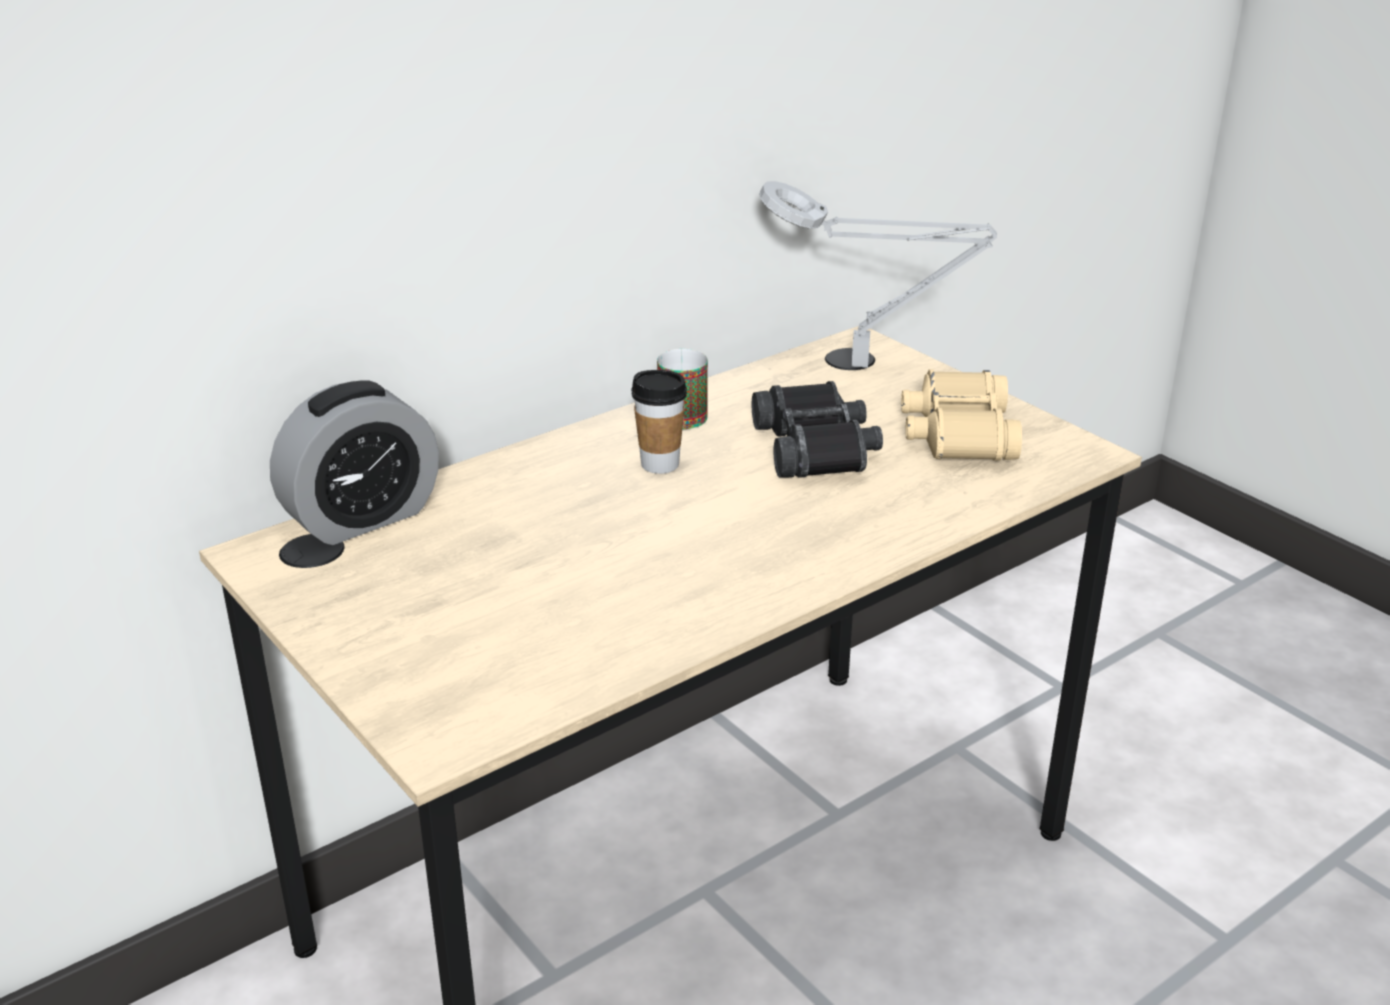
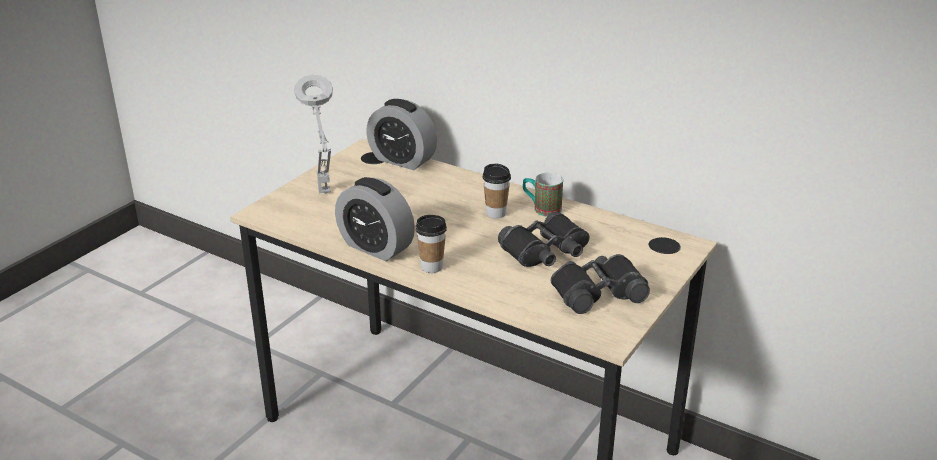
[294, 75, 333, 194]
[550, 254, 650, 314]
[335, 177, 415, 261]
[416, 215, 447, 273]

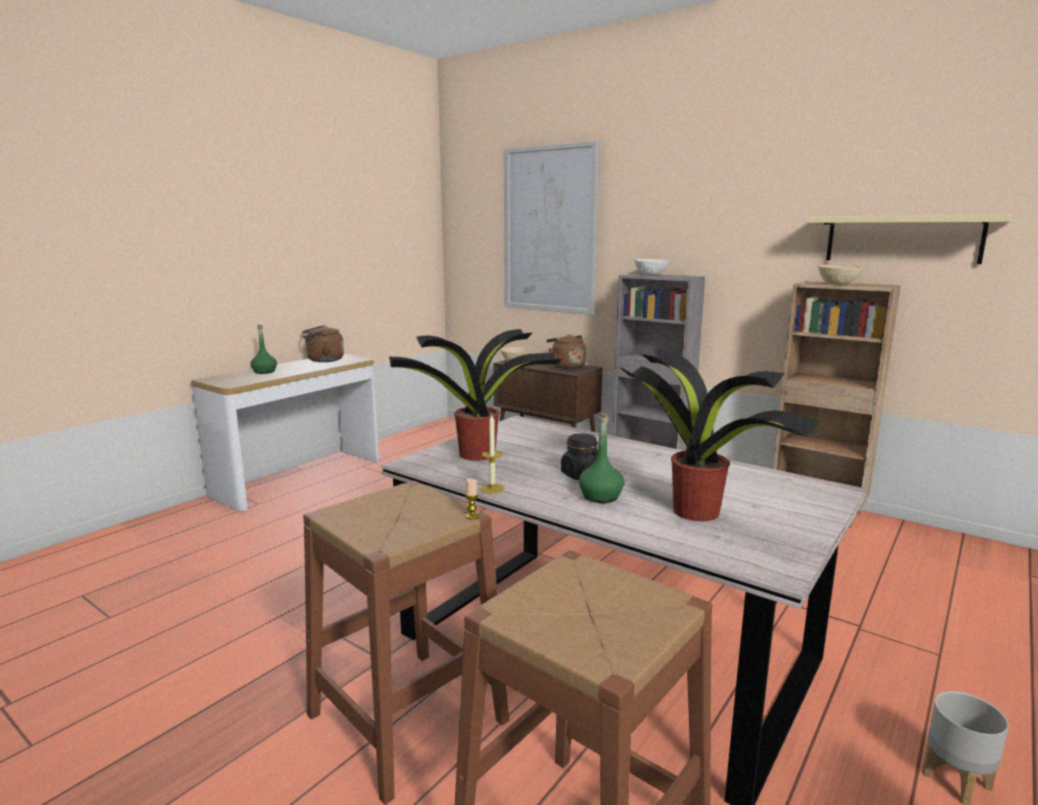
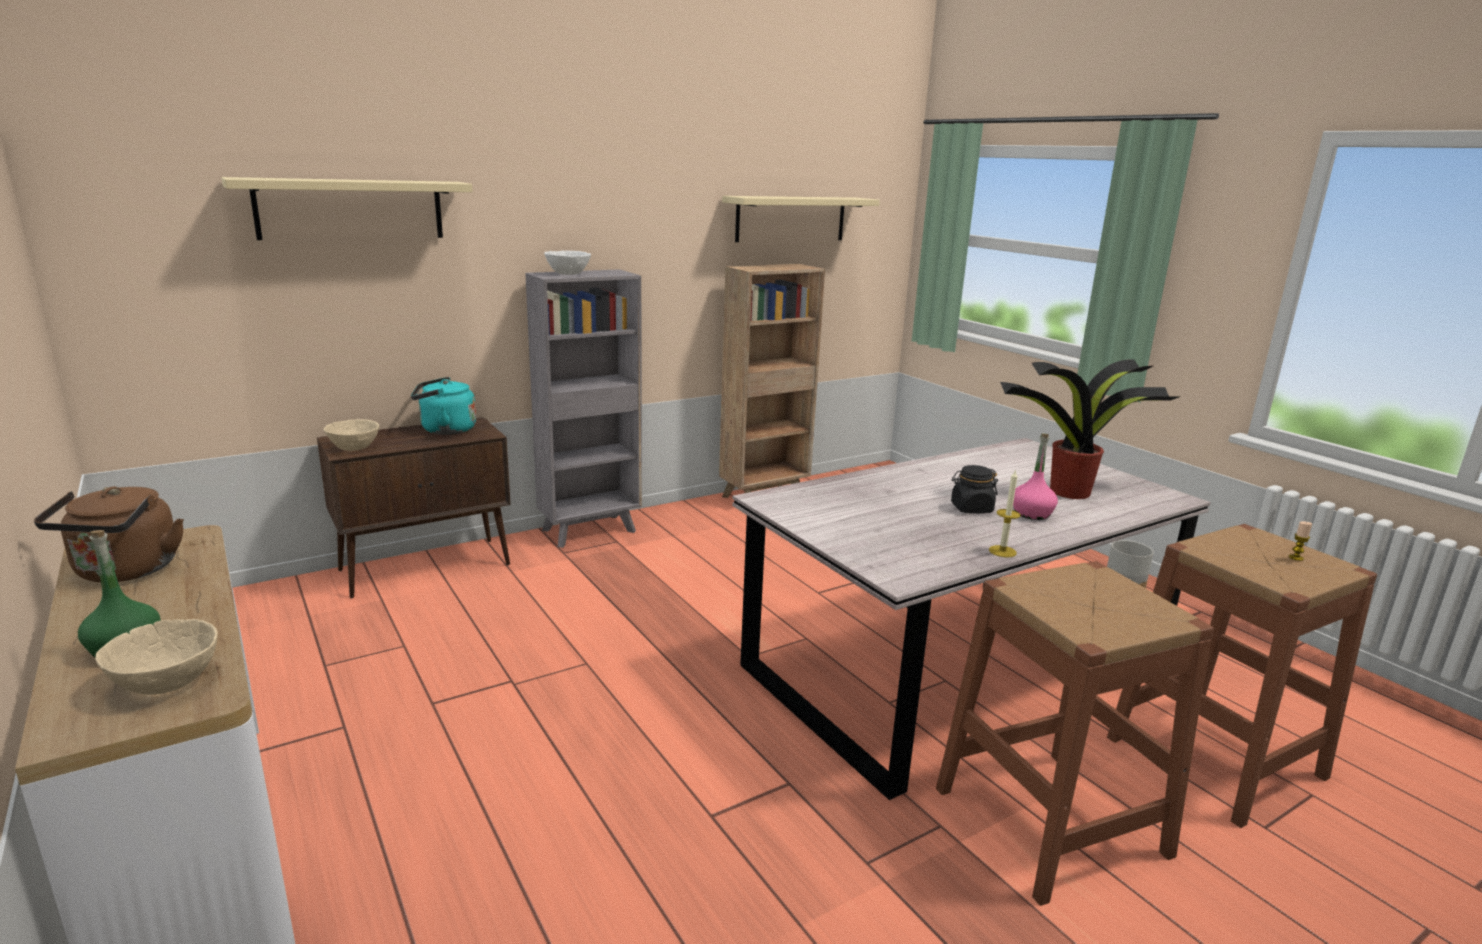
[222, 177, 473, 240]
[95, 619, 217, 695]
[389, 329, 562, 461] (first image)
[411, 377, 476, 435]
[1013, 433, 1058, 520]
[1289, 521, 1312, 561]

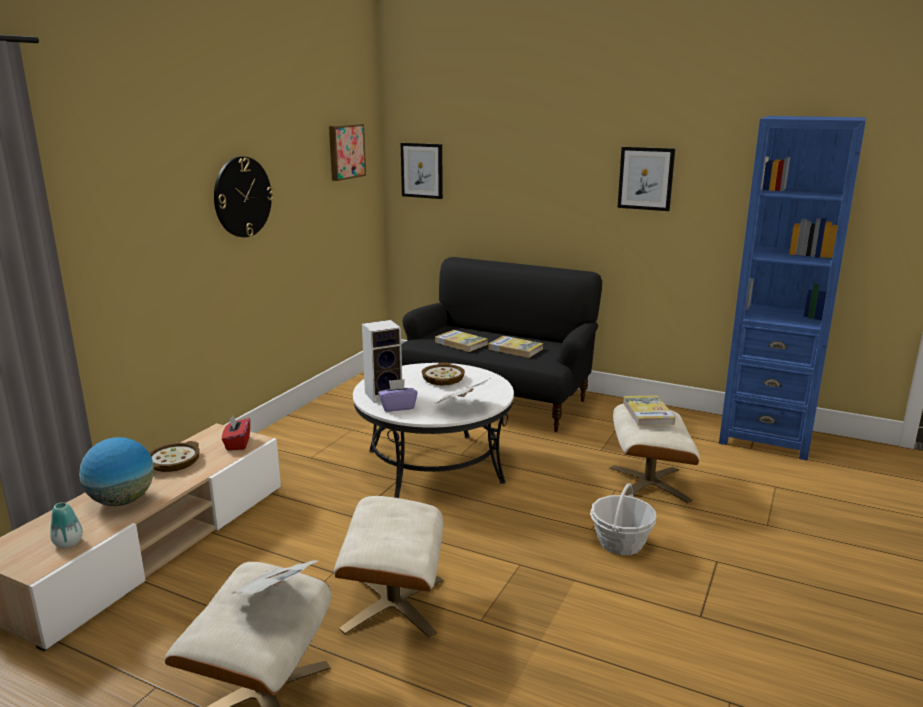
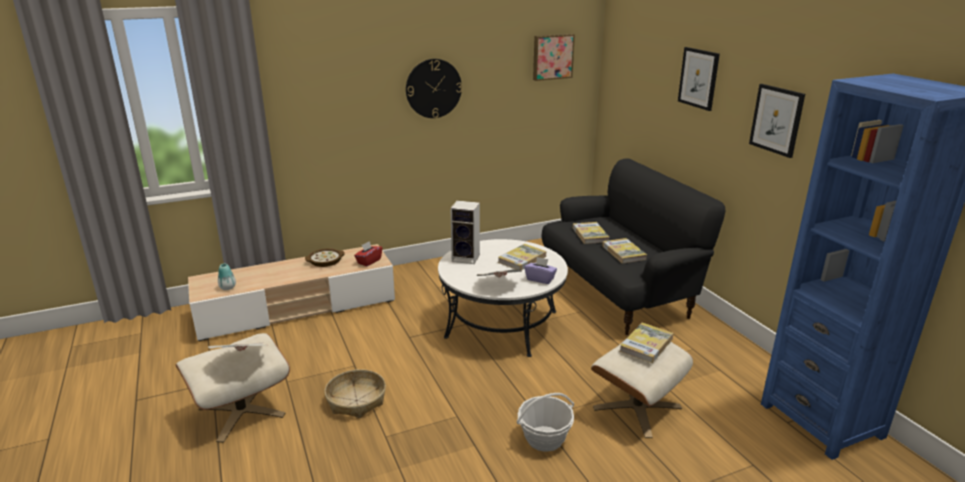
[678, 47, 720, 111]
[498, 244, 546, 270]
[524, 257, 557, 284]
[79, 437, 154, 506] (first image)
[325, 369, 386, 418]

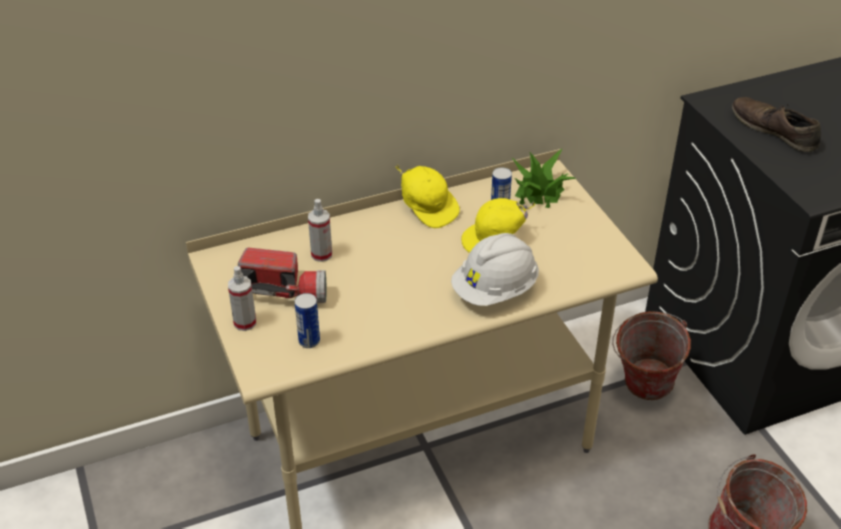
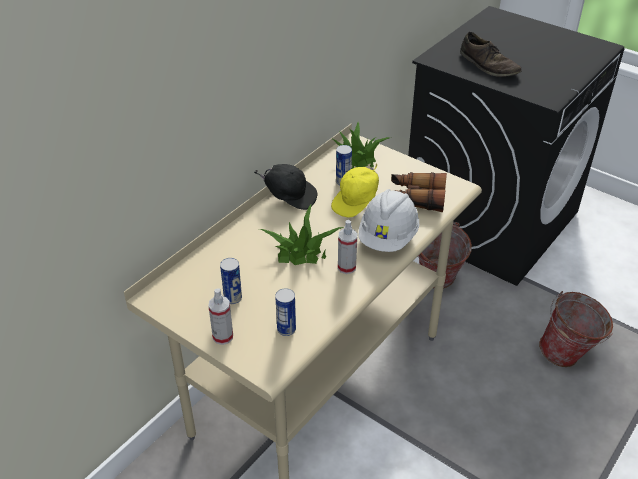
[460, 32, 522, 77]
[254, 164, 317, 210]
[338, 220, 357, 274]
[220, 258, 242, 304]
[391, 172, 447, 212]
[259, 203, 344, 265]

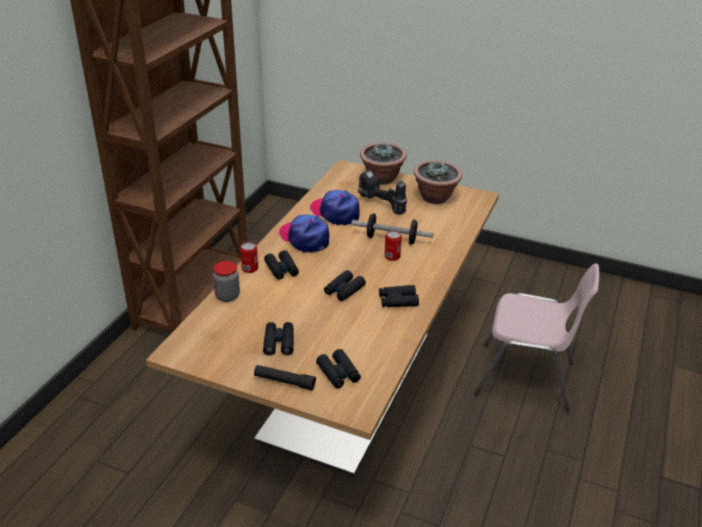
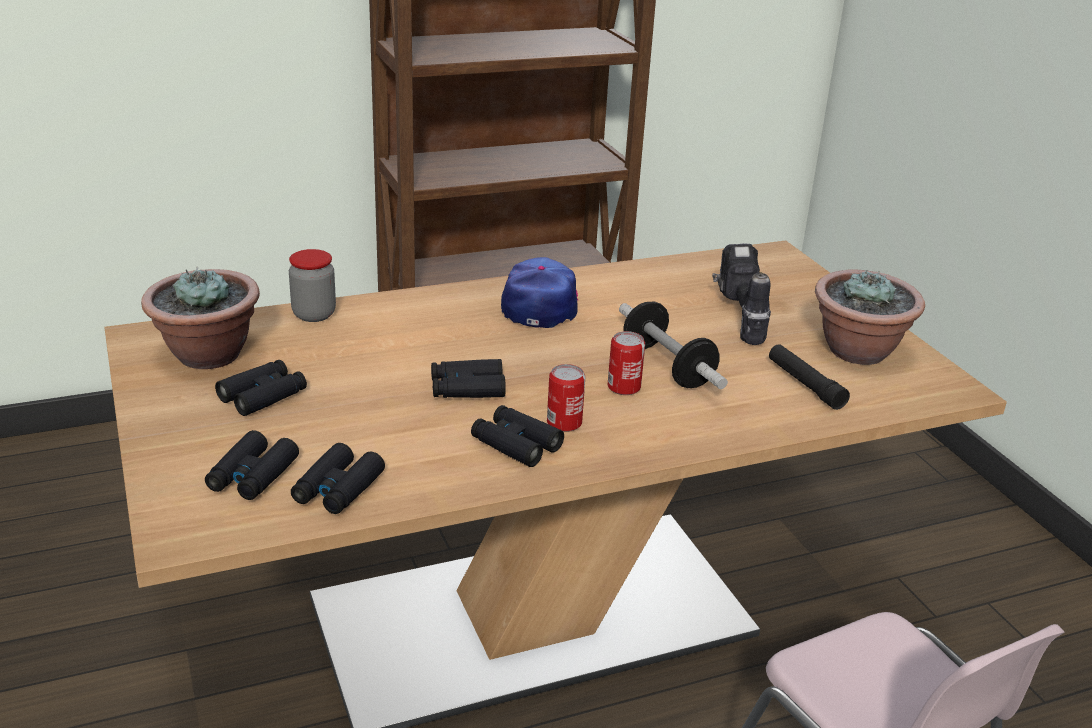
[141, 266, 260, 369]
[310, 190, 360, 225] (first image)
[547, 364, 585, 432]
[291, 443, 385, 514]
[769, 344, 850, 410]

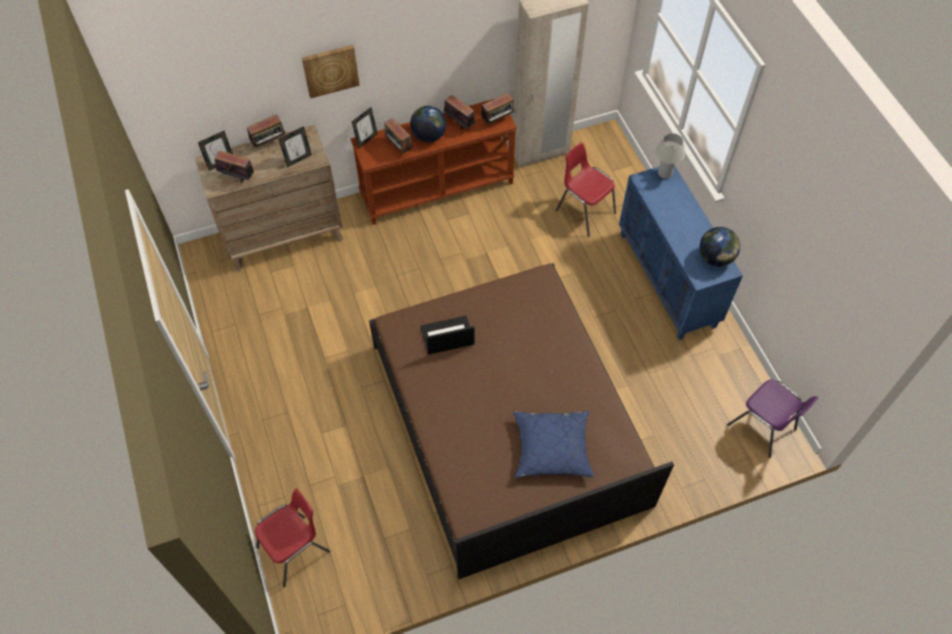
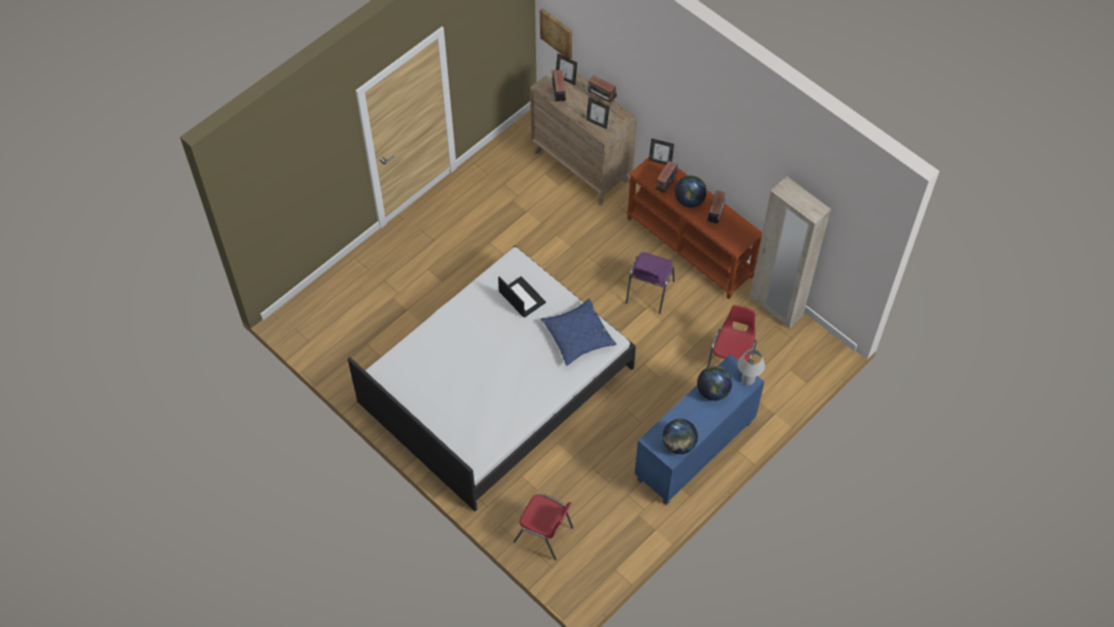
[540, 8, 572, 59]
[481, 93, 514, 124] (first image)
[348, 246, 636, 511]
[626, 252, 675, 314]
[541, 298, 616, 366]
[514, 494, 573, 560]
[697, 366, 732, 401]

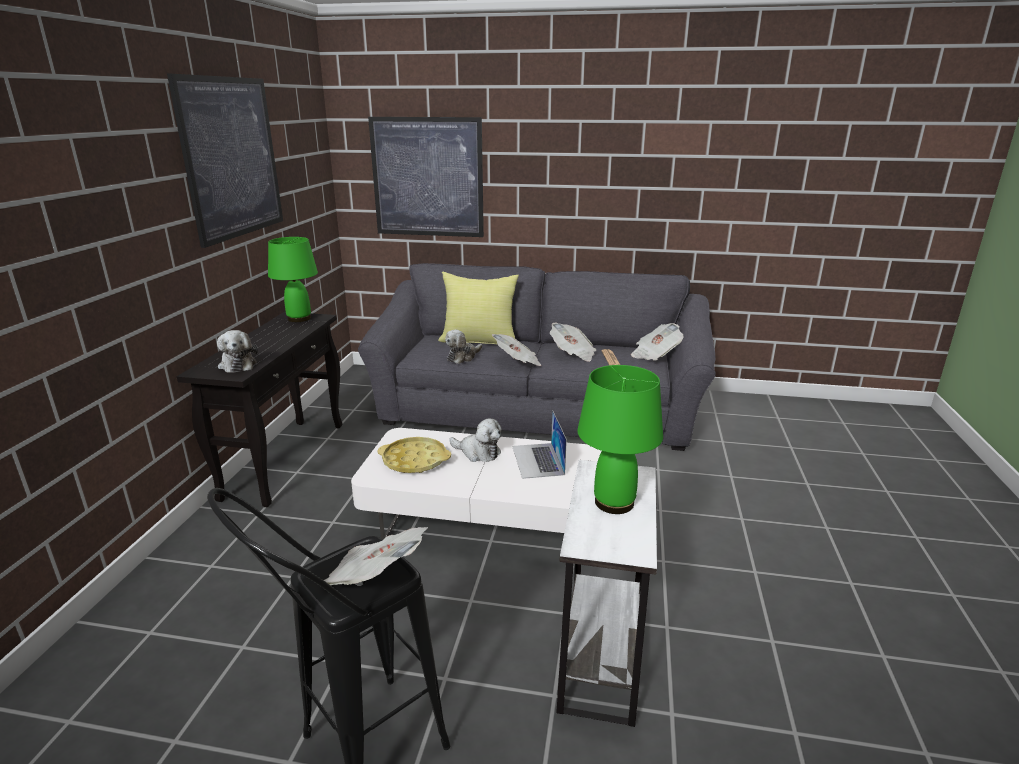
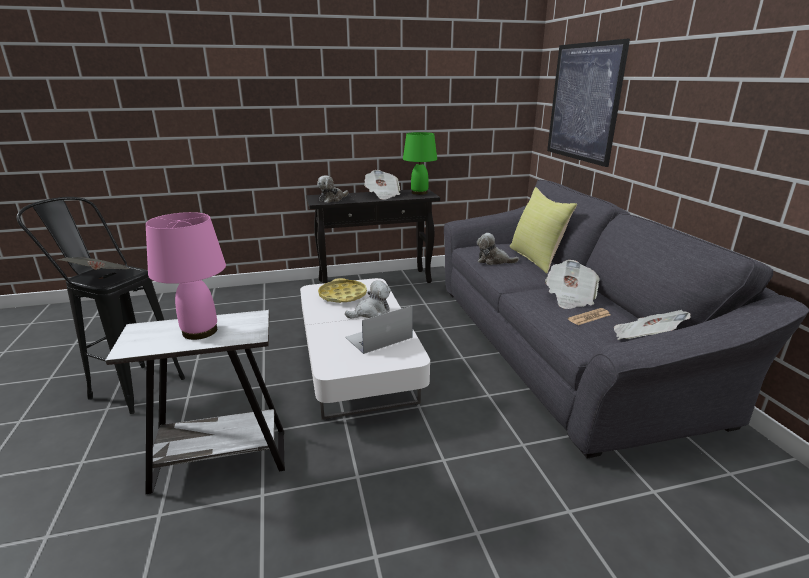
[167, 74, 283, 248] (first image)
[364, 170, 400, 200]
[146, 212, 226, 340]
[345, 280, 391, 318]

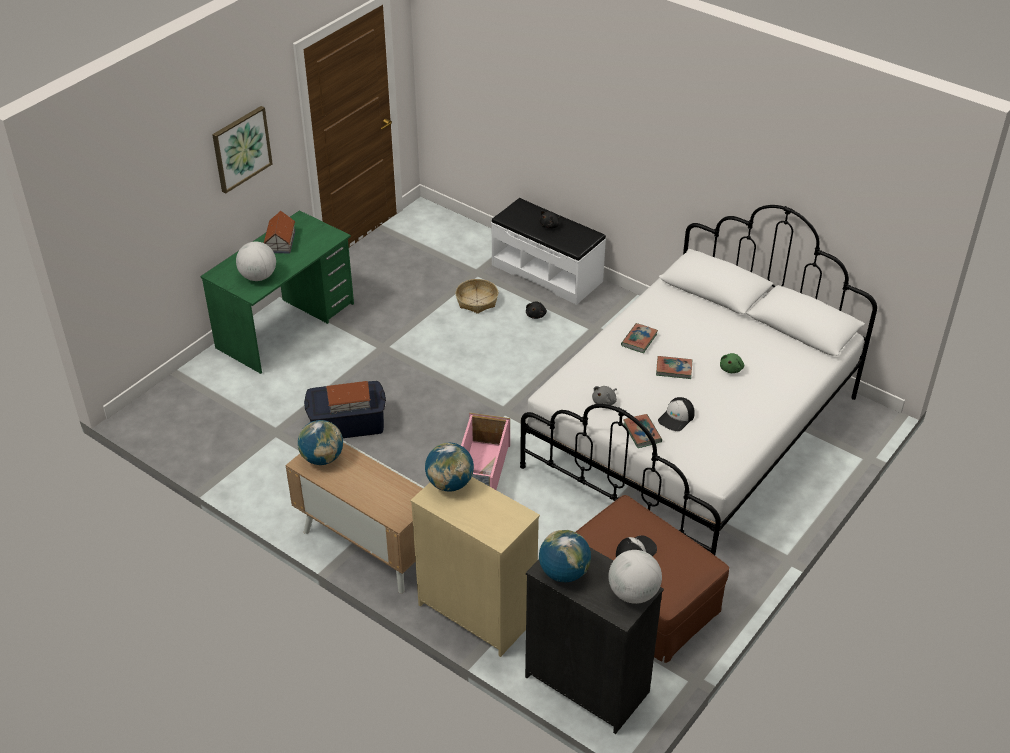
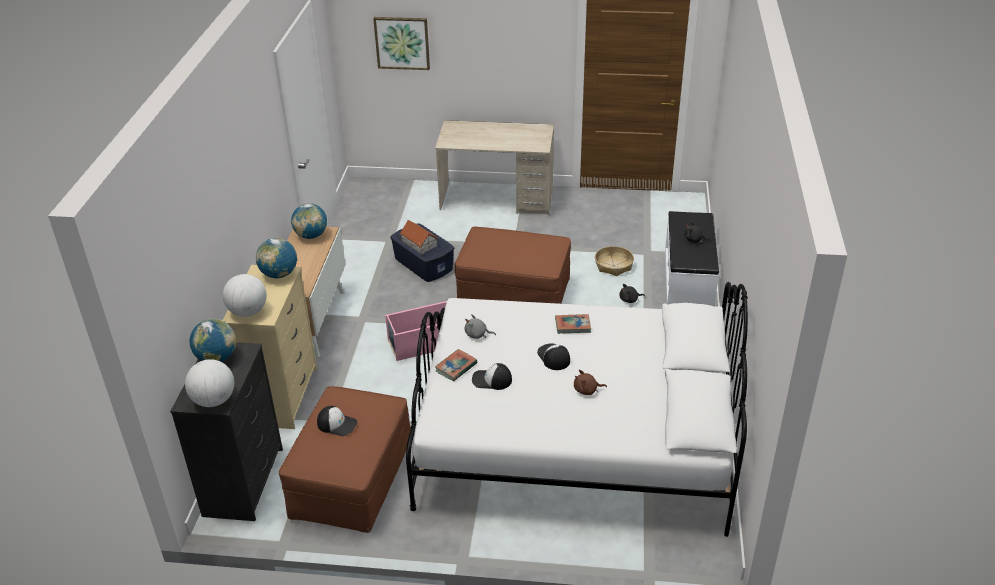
[373, 17, 430, 70]
[435, 120, 554, 215]
[264, 211, 296, 253] (first image)
[223, 274, 267, 317]
[574, 370, 607, 395]
[537, 343, 570, 370]
[455, 226, 571, 304]

